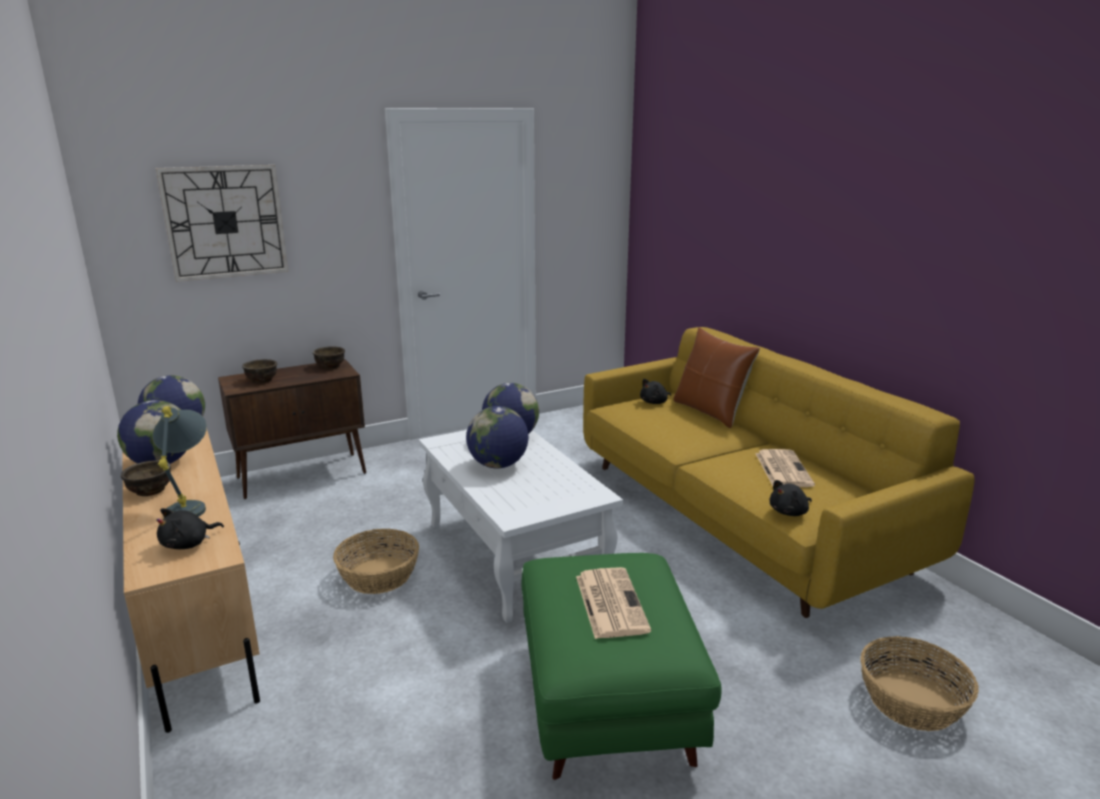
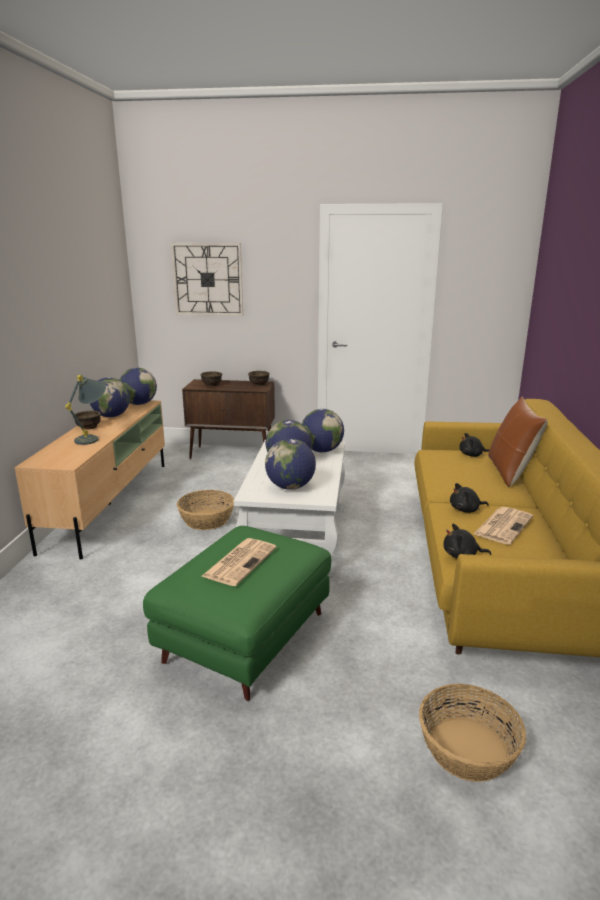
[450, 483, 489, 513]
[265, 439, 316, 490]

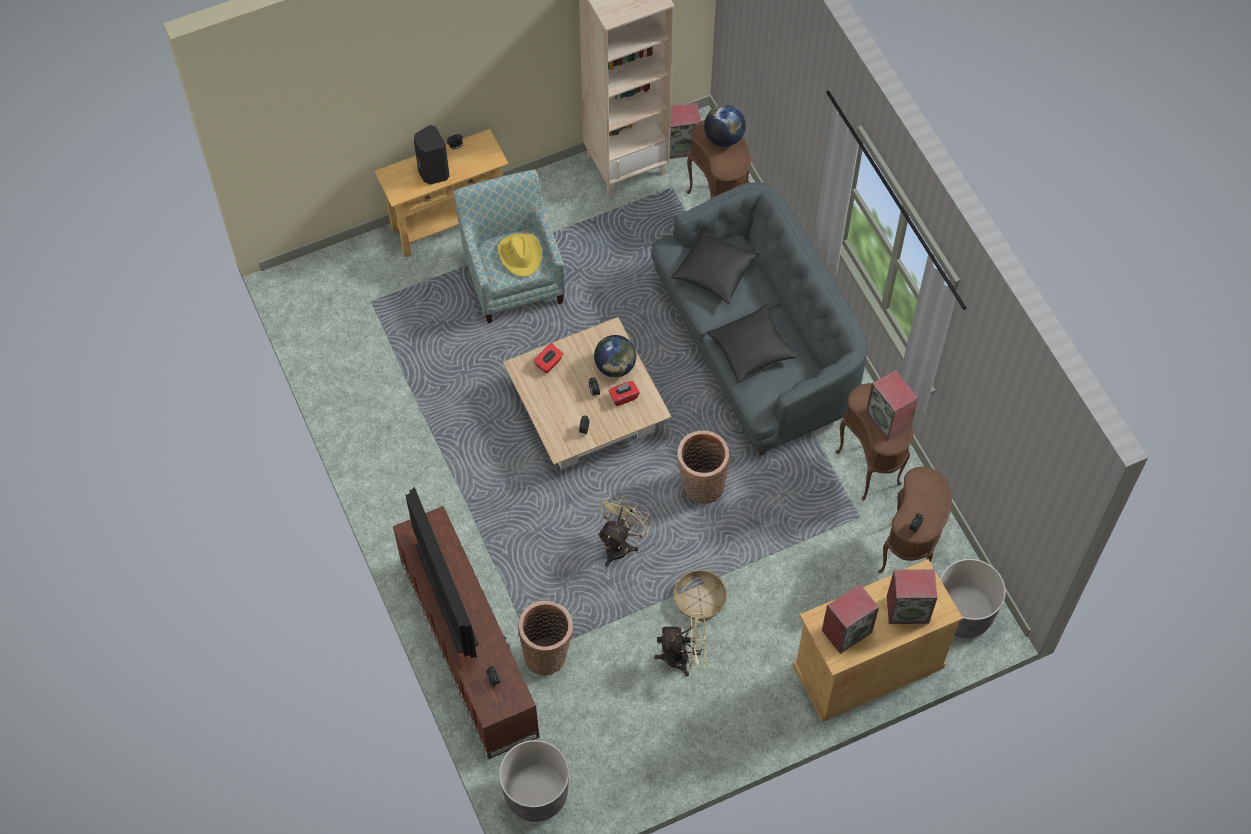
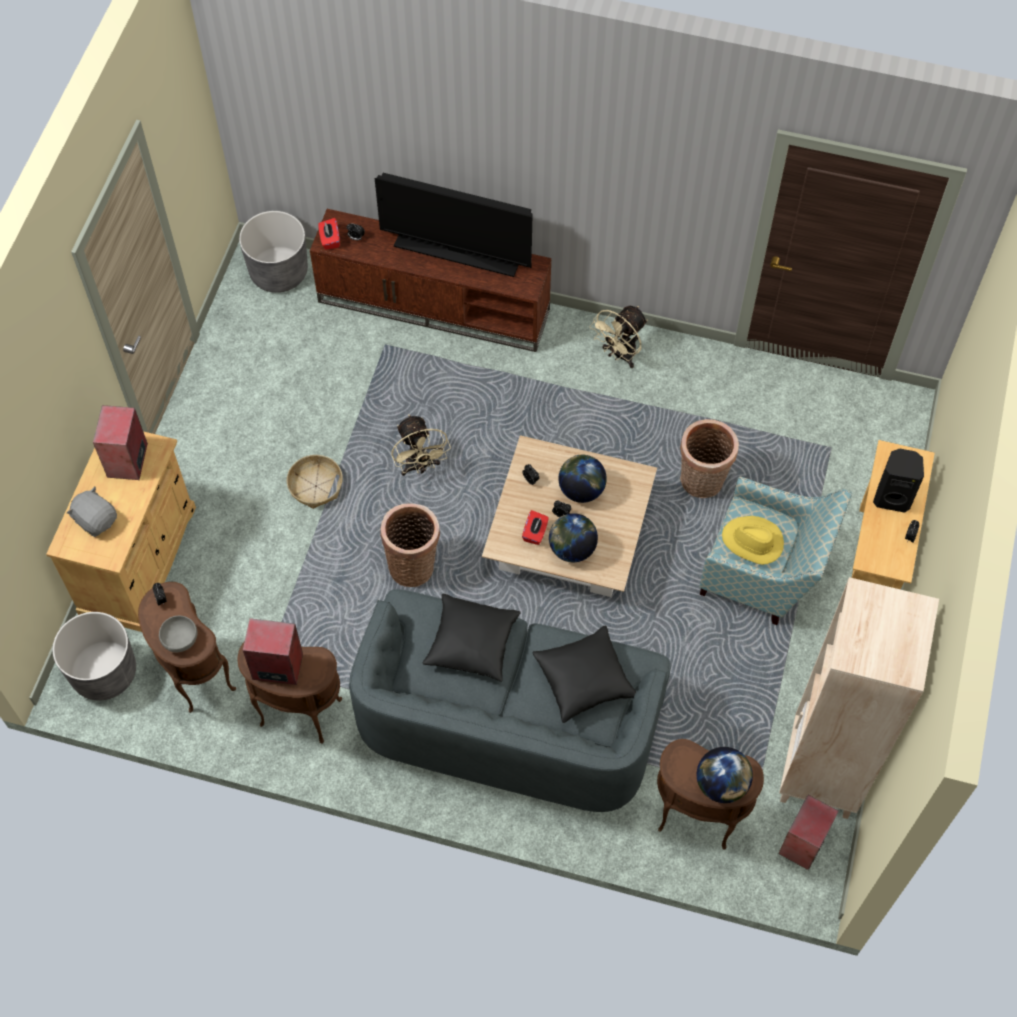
[318, 218, 340, 250]
[67, 486, 117, 537]
[680, 419, 739, 498]
[590, 306, 648, 368]
[558, 455, 607, 503]
[159, 616, 198, 652]

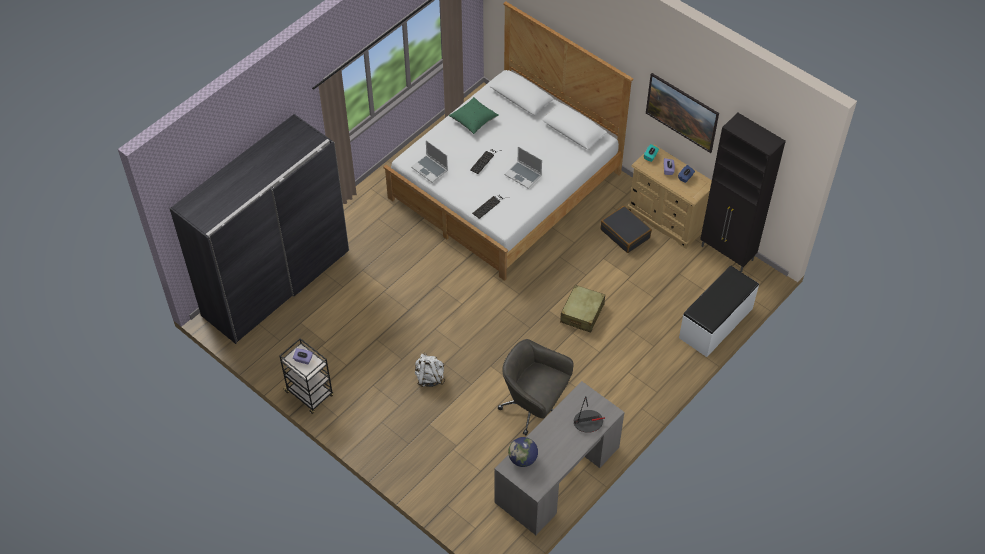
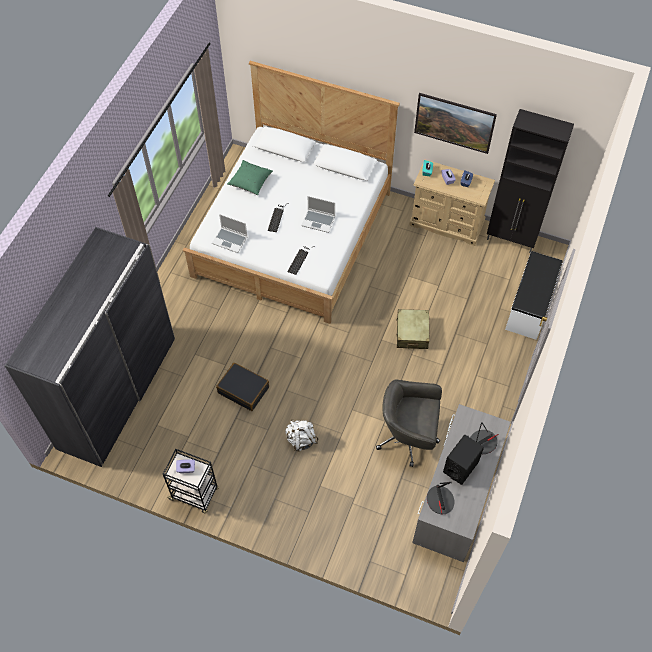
[216, 363, 269, 411]
[427, 482, 455, 514]
[443, 435, 484, 485]

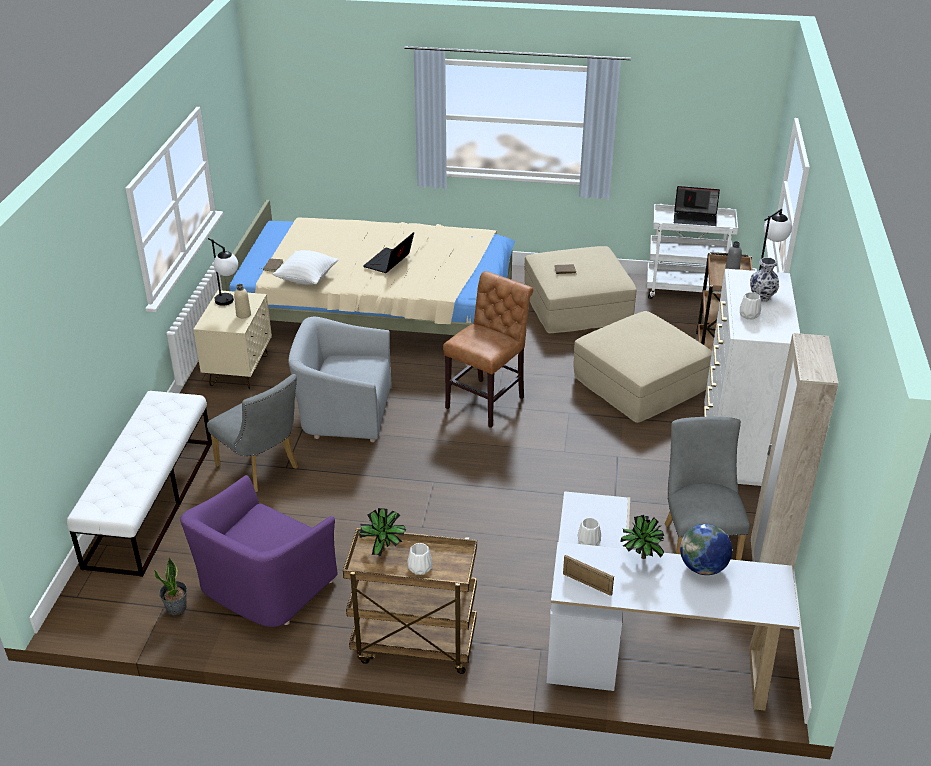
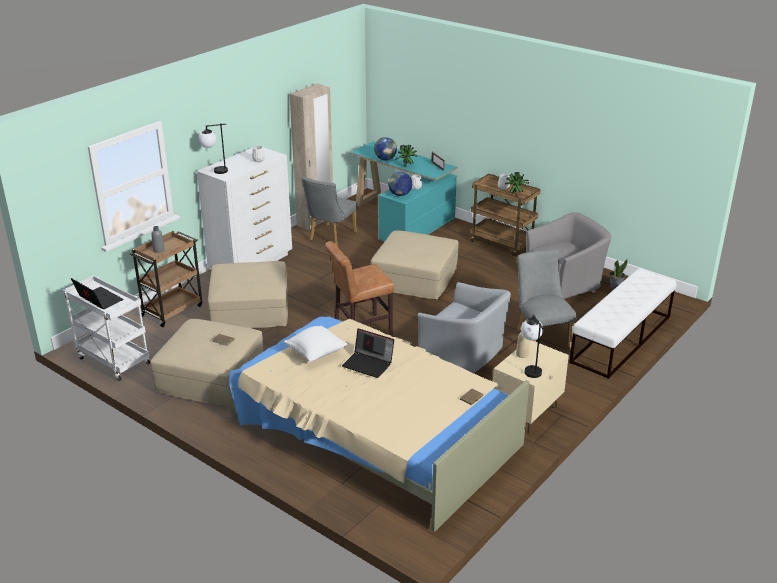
[342, 329, 394, 378]
[284, 326, 347, 362]
[750, 257, 779, 302] (first image)
[526, 212, 611, 299]
[350, 142, 458, 241]
[388, 172, 412, 196]
[371, 231, 459, 299]

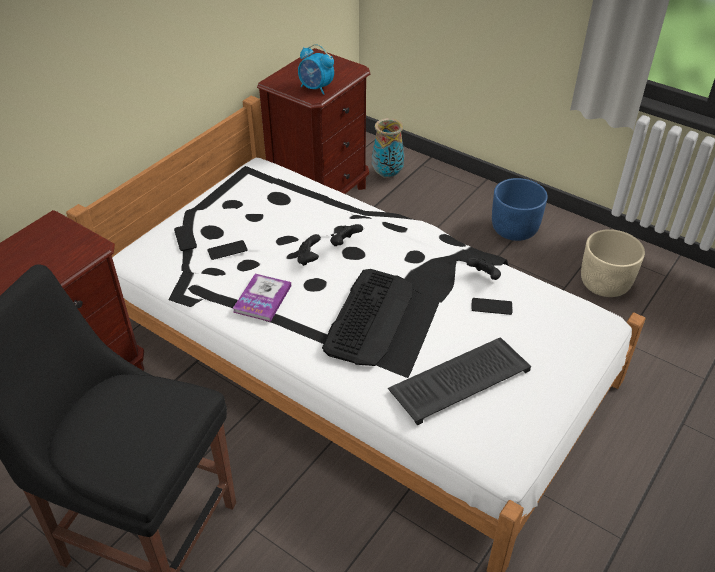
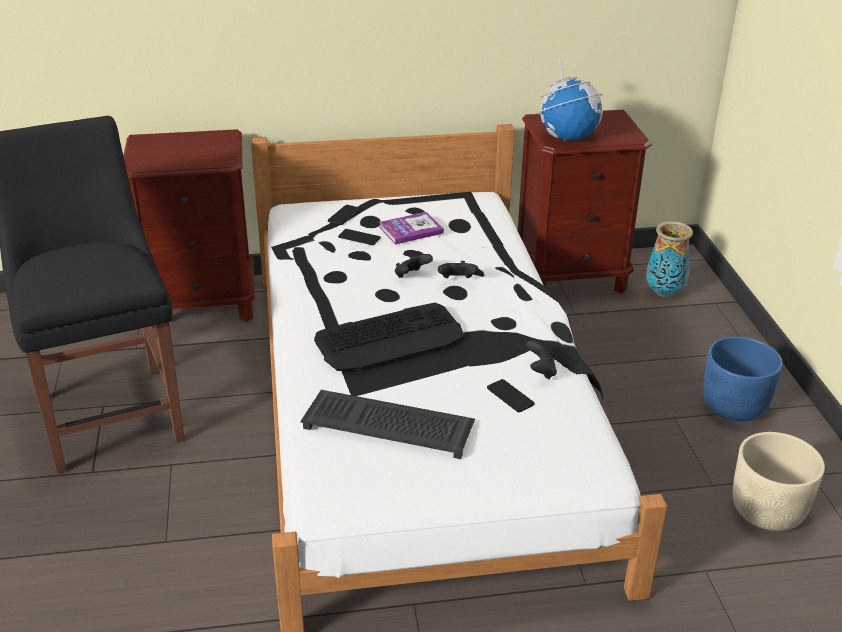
[536, 59, 603, 141]
[379, 212, 444, 244]

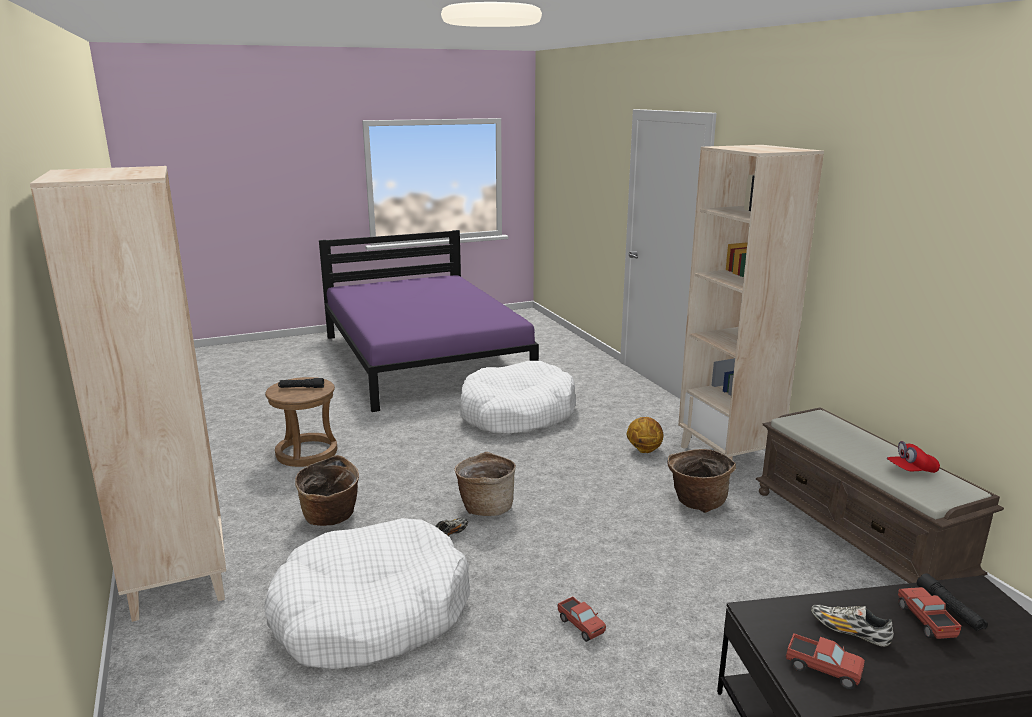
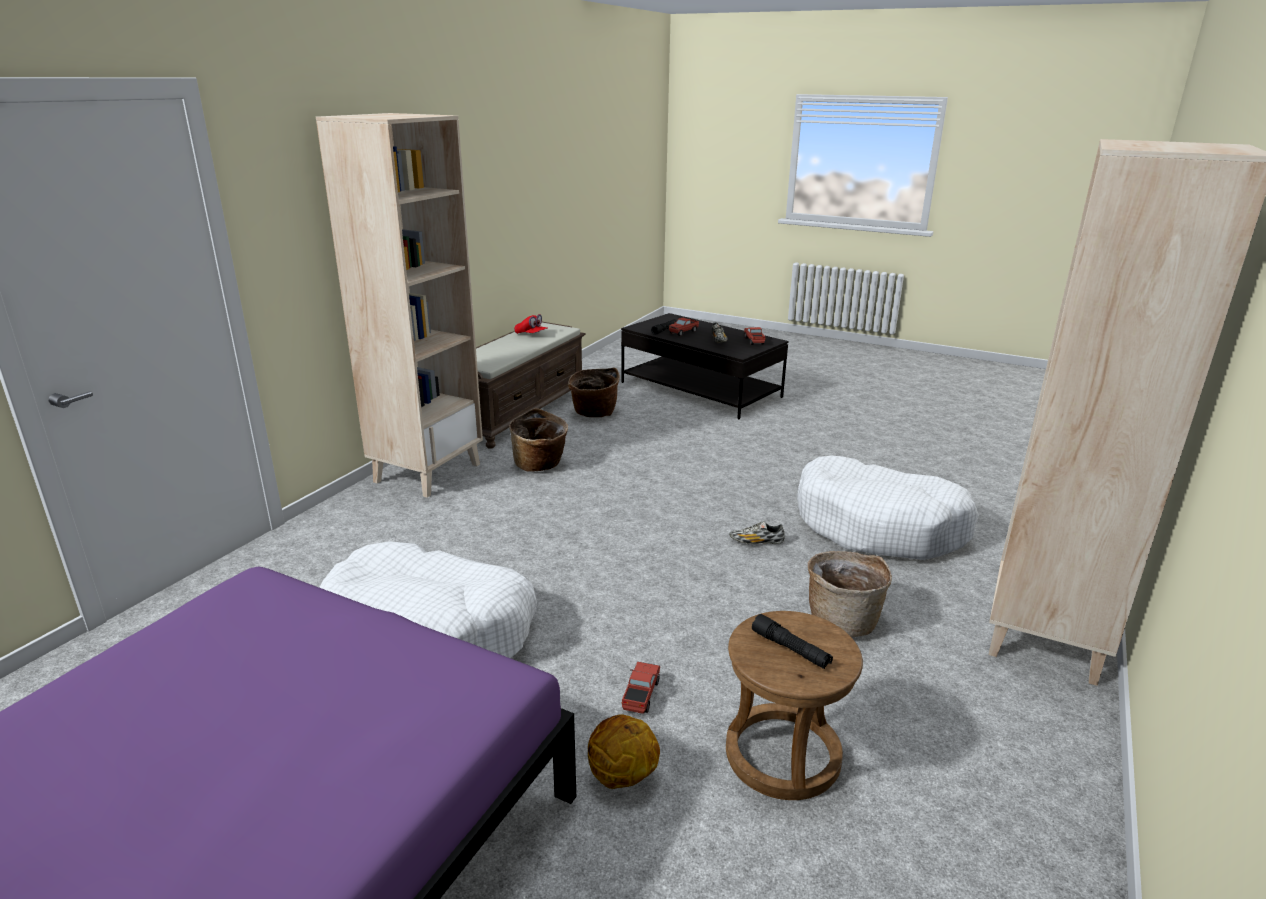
[588, 714, 660, 789]
[568, 368, 620, 417]
[622, 662, 660, 714]

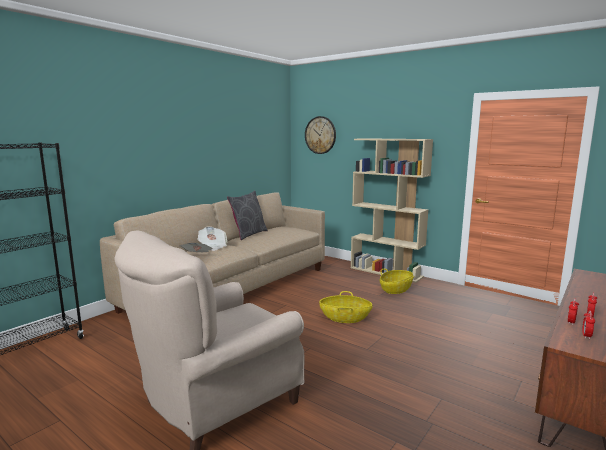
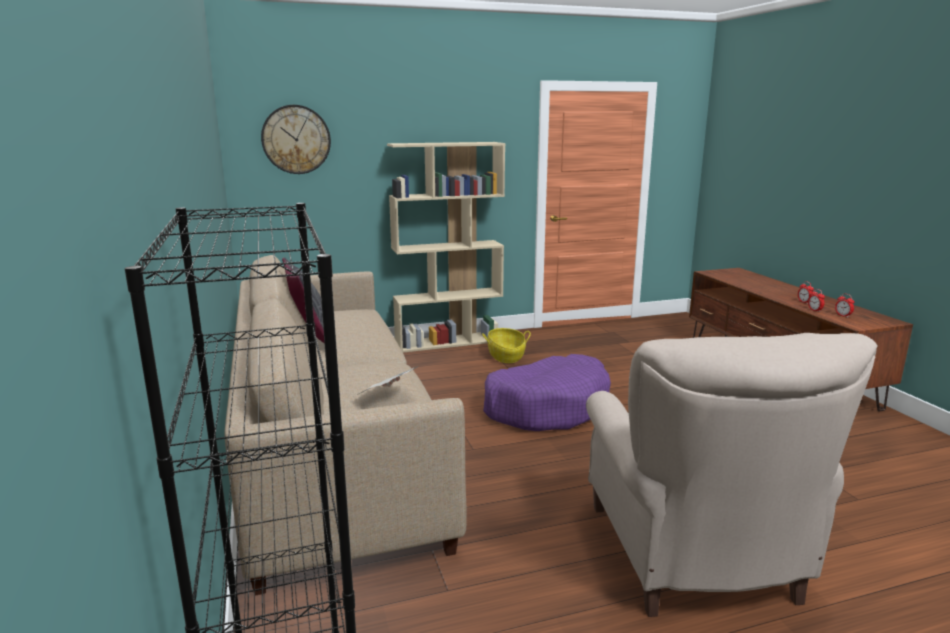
[198, 226, 227, 251] (first image)
[483, 354, 611, 431]

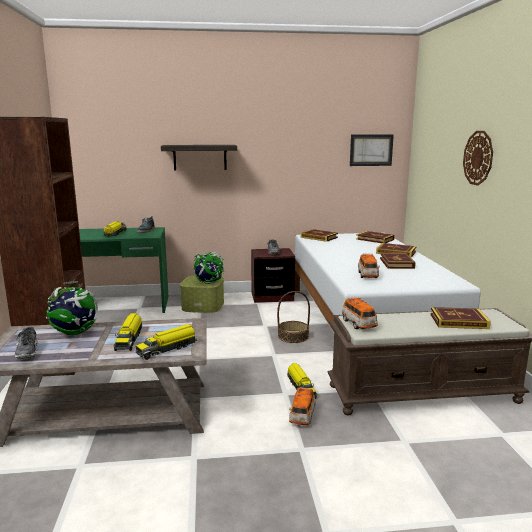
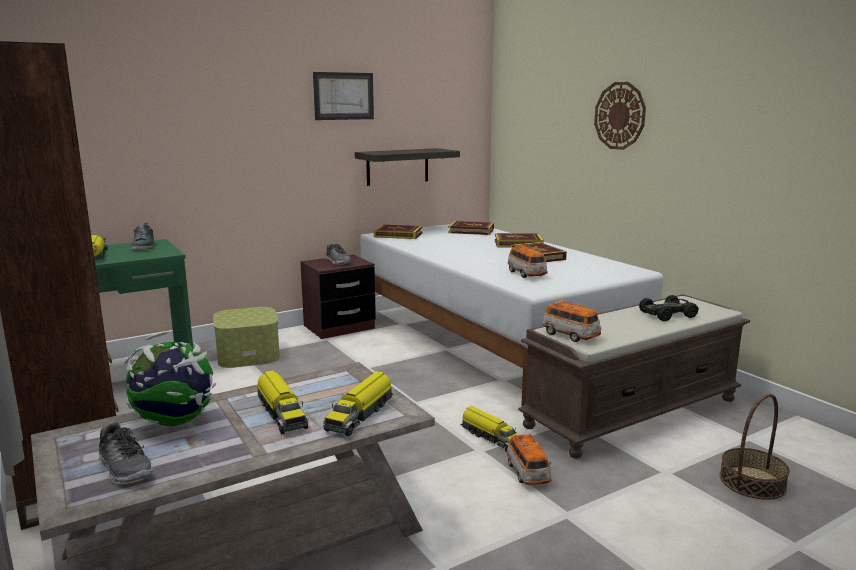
[313, 72, 374, 120]
[355, 148, 460, 186]
[192, 252, 224, 284] (first image)
[719, 394, 790, 500]
[639, 295, 699, 321]

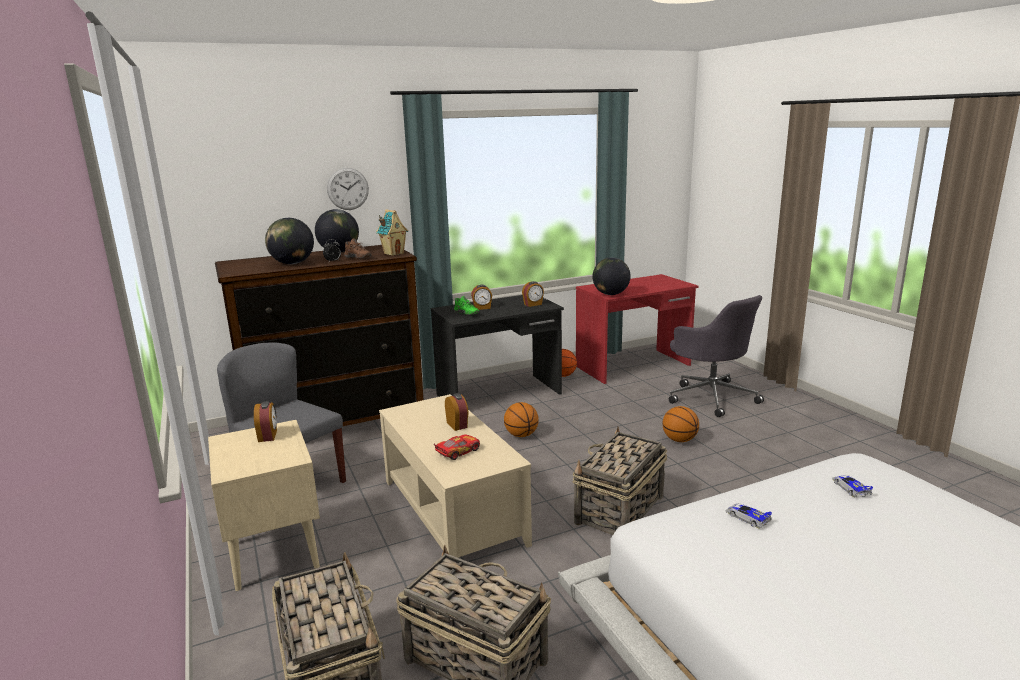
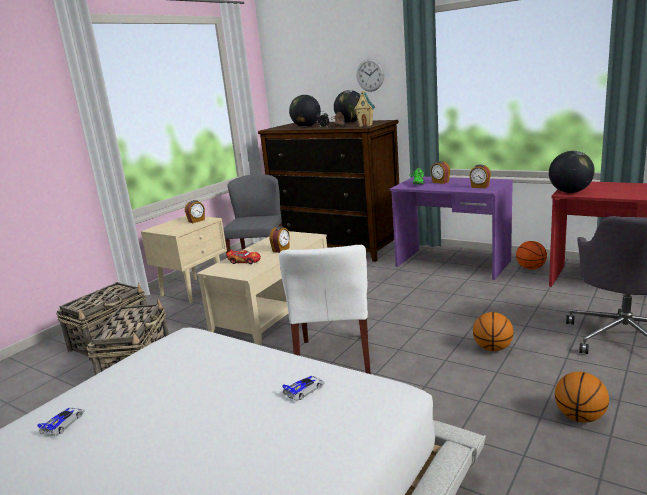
[390, 177, 513, 280]
[555, 372, 609, 423]
[279, 245, 371, 374]
[37, 408, 85, 437]

